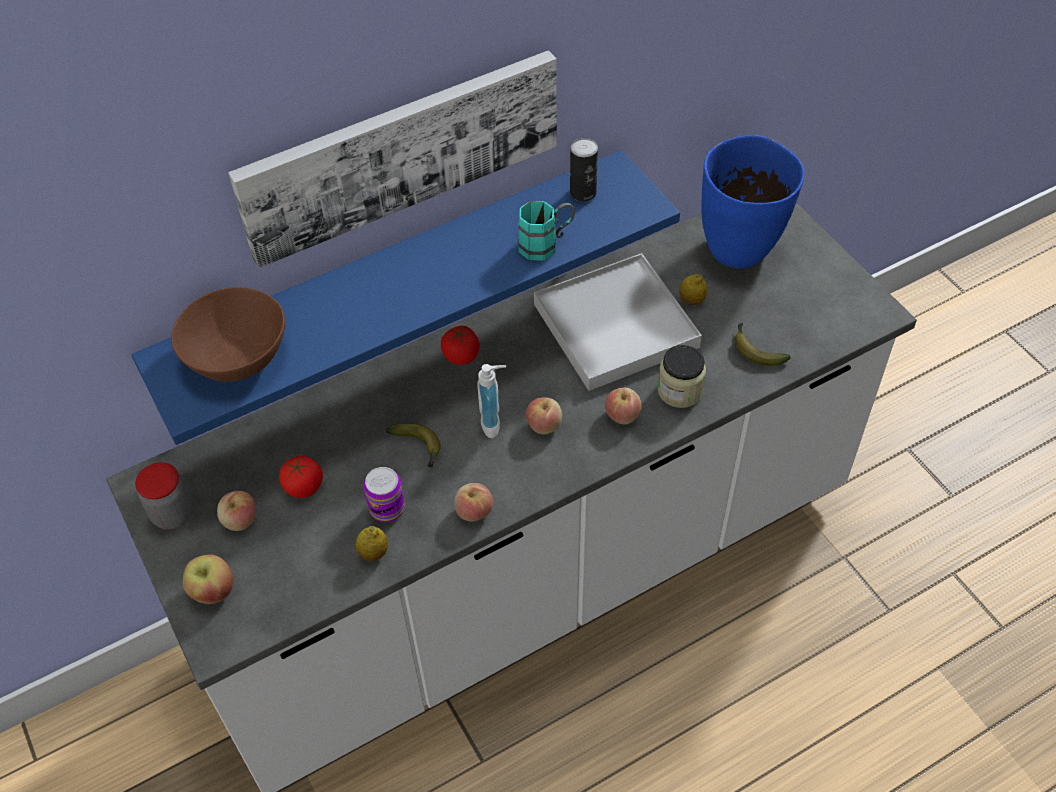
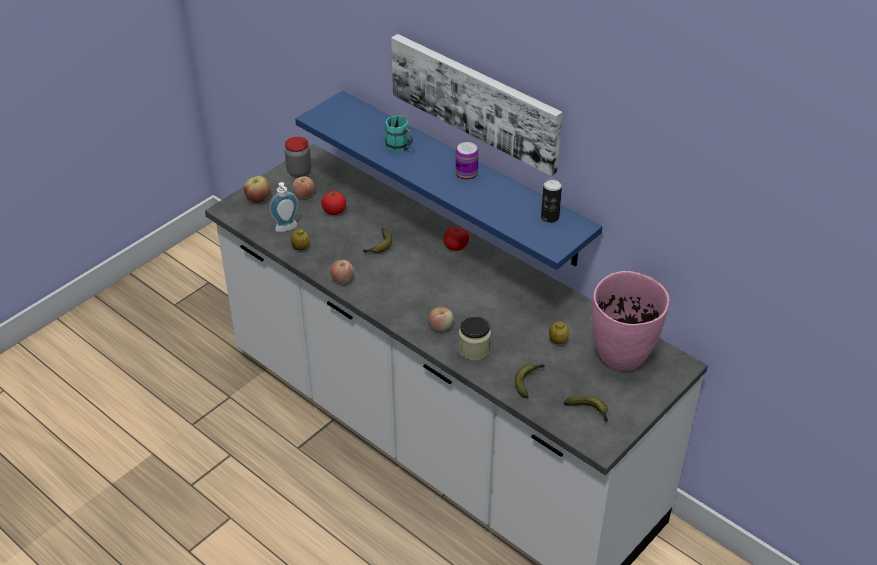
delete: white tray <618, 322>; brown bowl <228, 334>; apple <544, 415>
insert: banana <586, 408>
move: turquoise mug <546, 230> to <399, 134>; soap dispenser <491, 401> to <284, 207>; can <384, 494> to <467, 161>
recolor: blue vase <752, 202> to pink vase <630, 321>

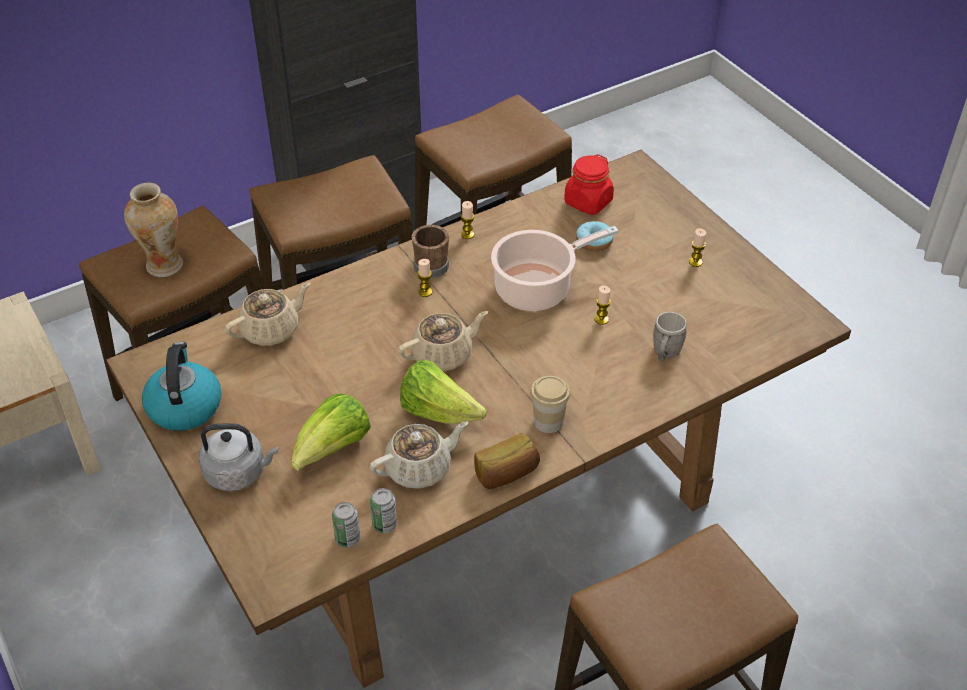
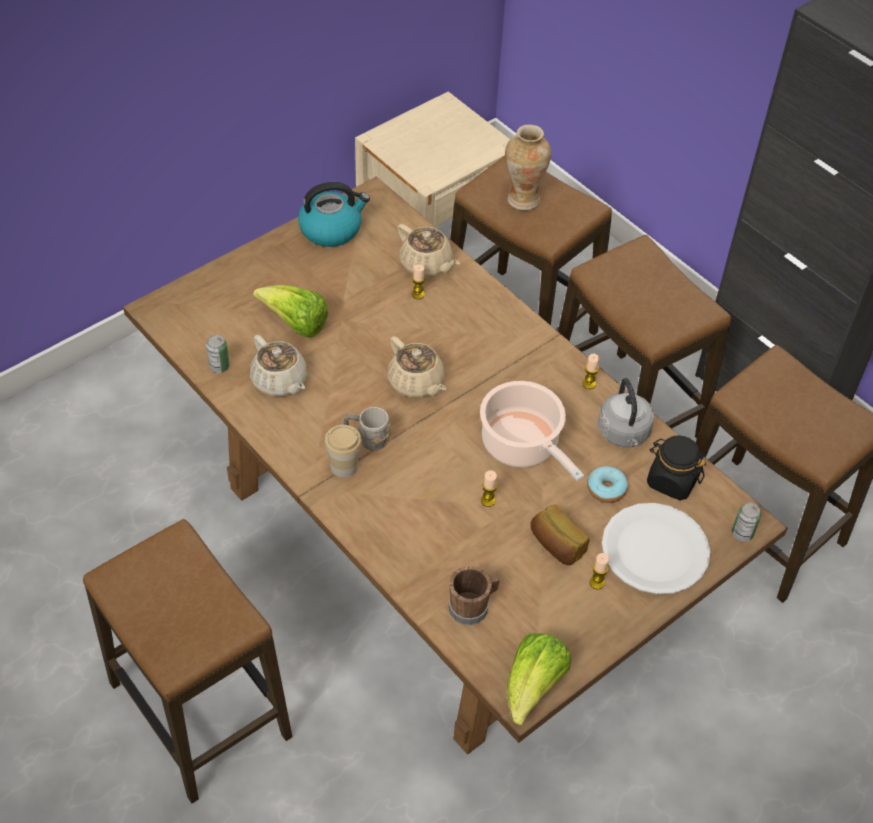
insert: white plate <656, 548>
move: brown mug <430, 251> to <474, 595>; candle <424, 278> to <418, 281>; grey mug <670, 336> to <367, 429>; lettuce <443, 392> to <539, 679>; grey kettle <239, 457> to <626, 412>; bread <507, 461> to <560, 535>; can <346, 524> to <746, 522>
recolor: red jar <589, 184> to black jar <676, 467>

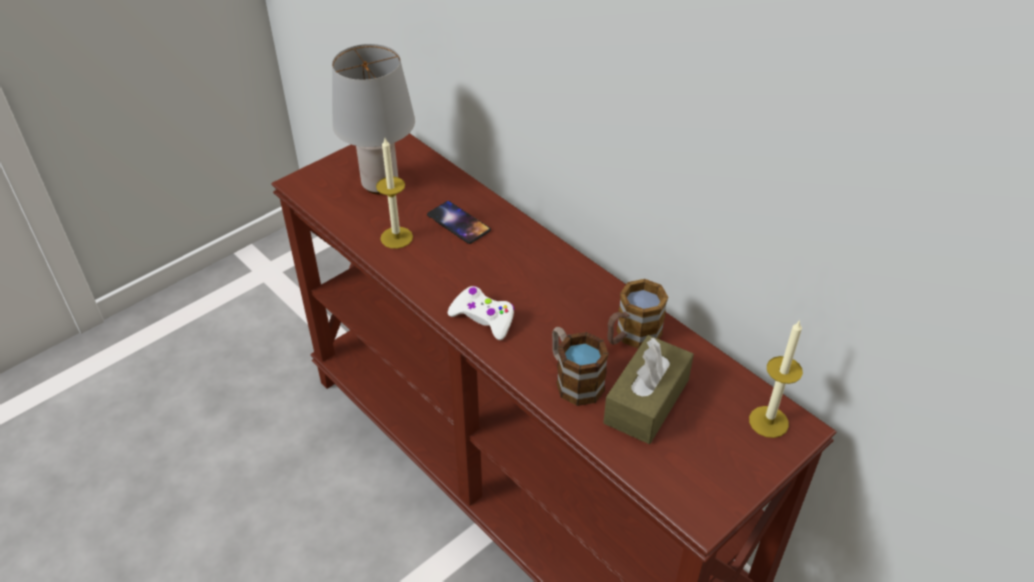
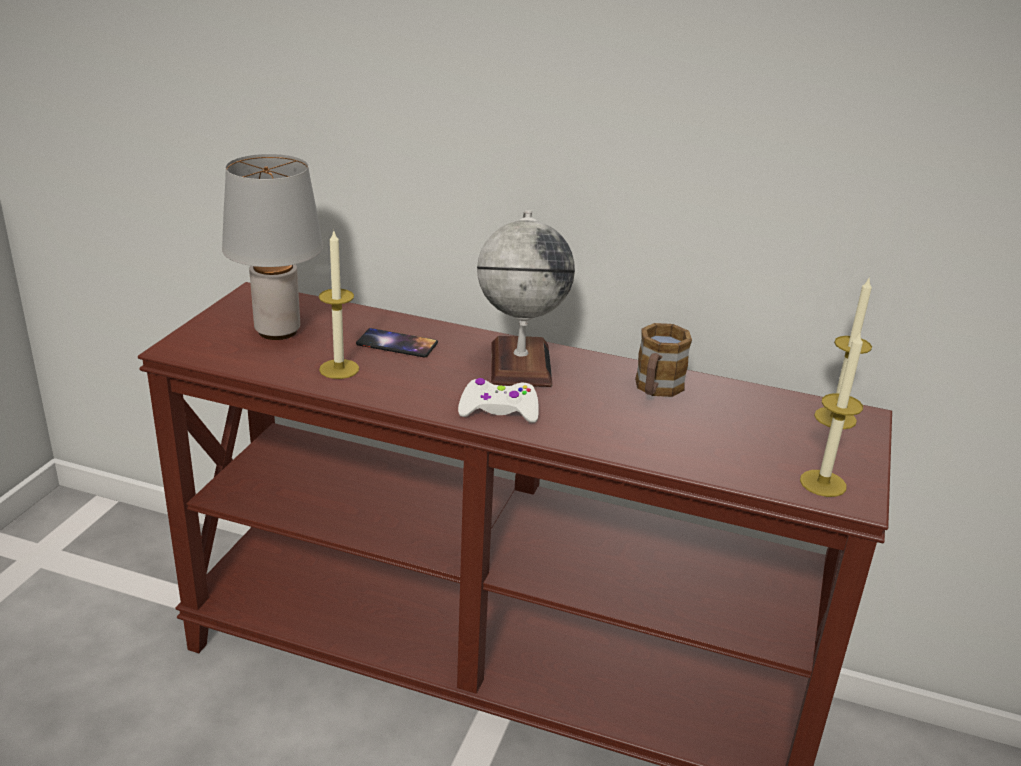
delete: mug <580, 366>; brown tissue box <648, 389>
insert: globe <526, 298>; candle <831, 414>

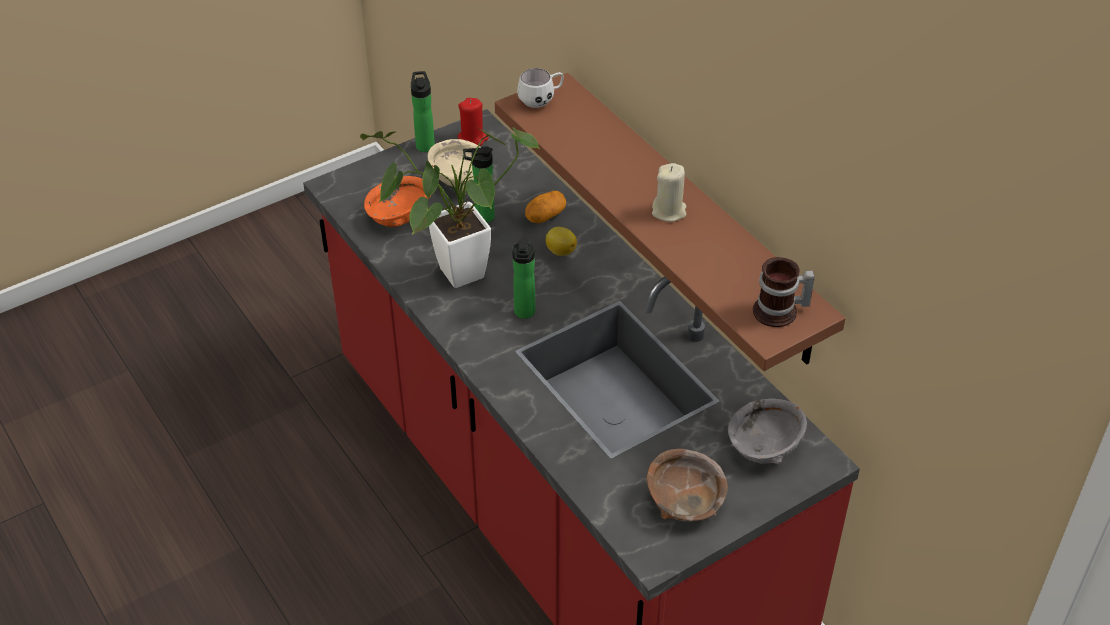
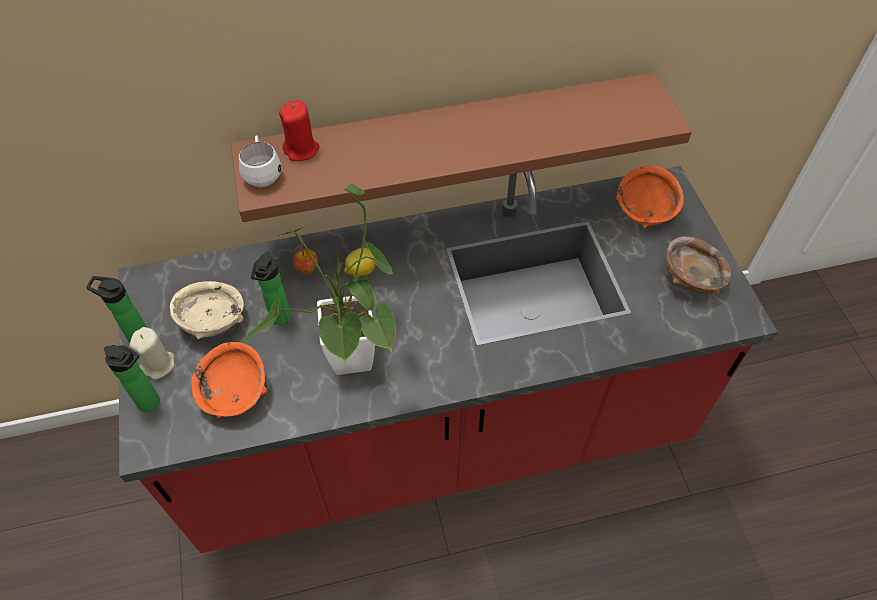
delete: mug <784, 292>
move: red candle <473, 122> to <299, 130>; beige candle <669, 192> to <152, 353>; bottle <523, 277> to <132, 378>
replace: potato <545, 207> to apple <305, 261>
recolor: grey bowl <767, 431> to orange bowl <650, 197>

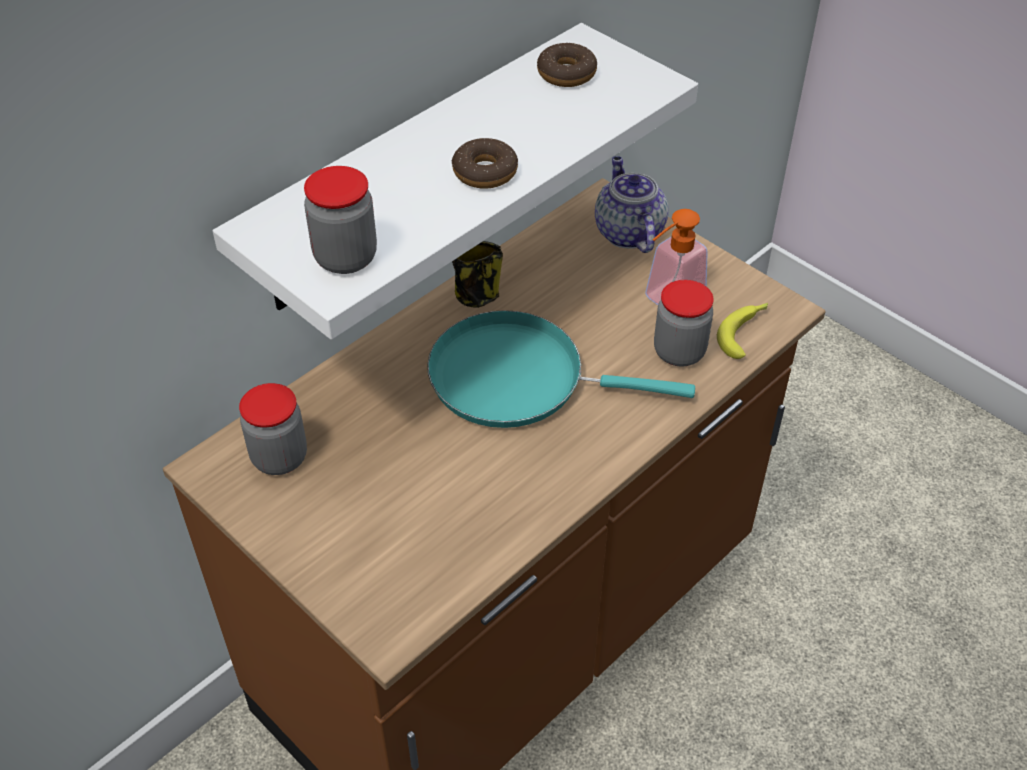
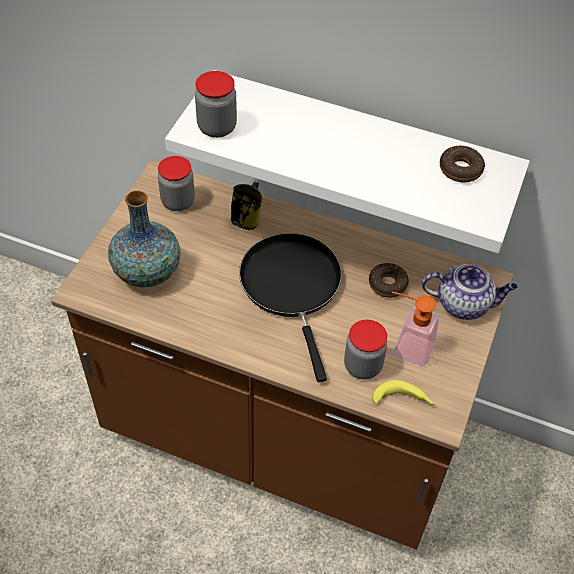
insert: vase <144, 238>
move: donut <485, 163> to <389, 280>; mug <477, 274> to <246, 205>
recolor: turquoise frying pan <561, 369> to black frying pan <290, 307>
rotate: teapot <632, 204> = <470, 292> 45 degrees clockwise

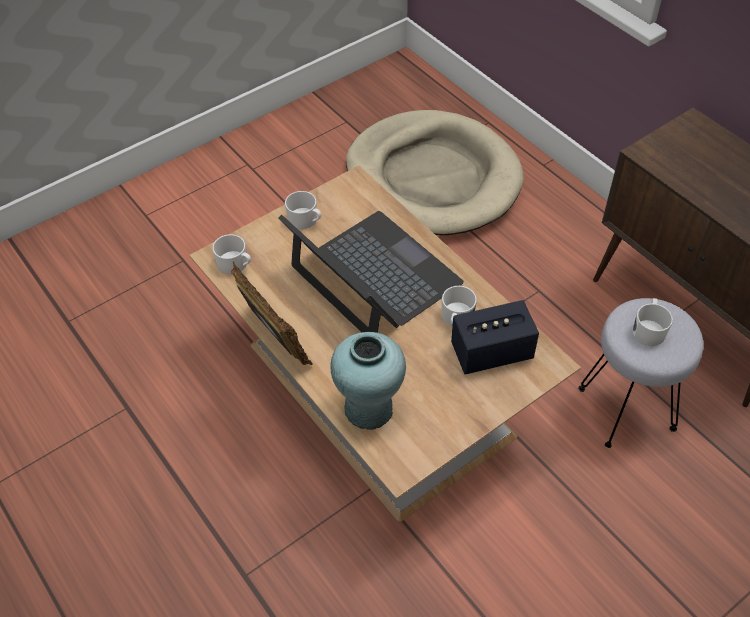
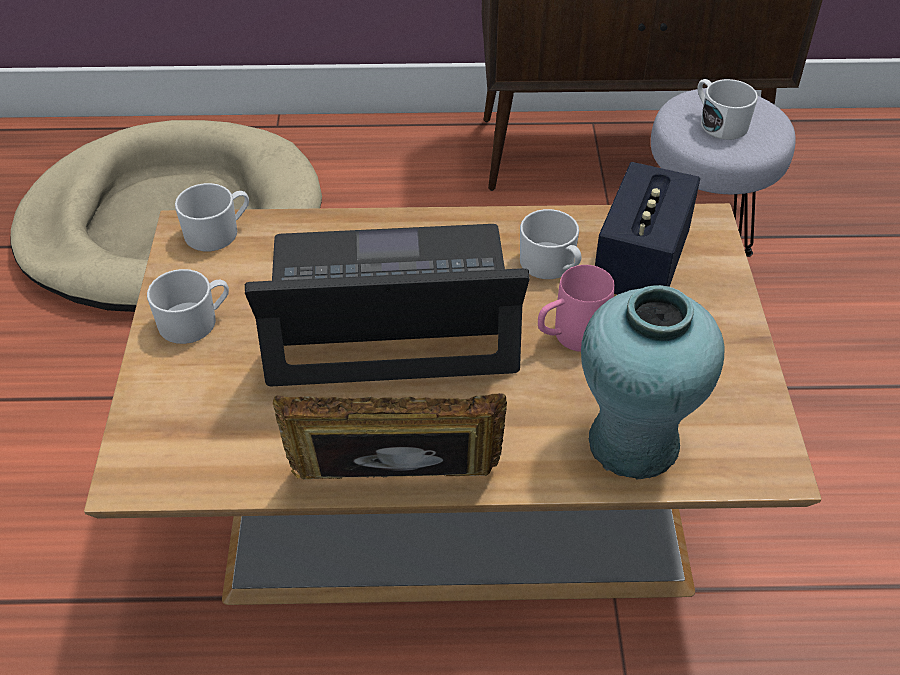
insert: pink mug <576, 308>
move: white mug <231, 254> to <212, 217>

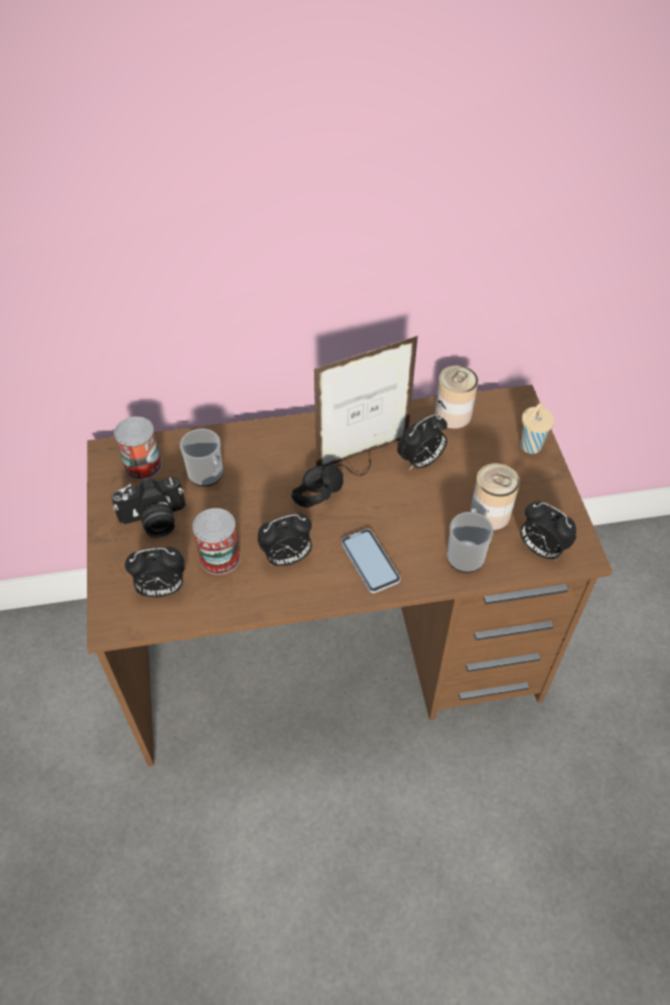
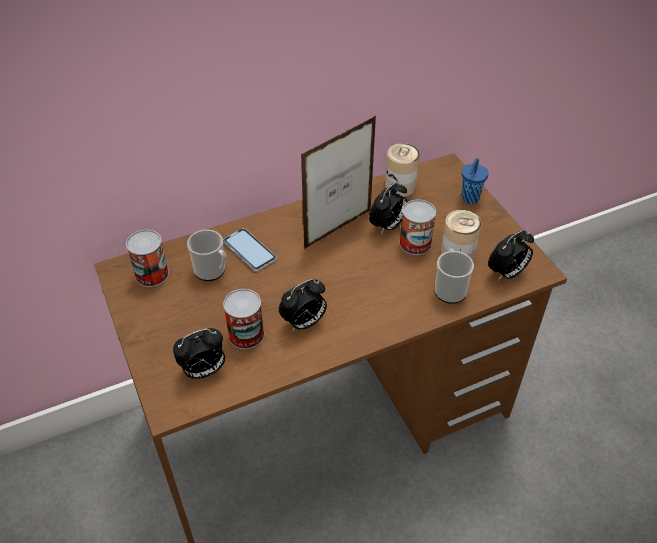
delete: black headphones <331, 483>; photo camera <148, 507>
insert: can <417, 227>
move: phone <371, 561> to <250, 249>
recolor: beige cup <537, 428> to blue cup <475, 181>
rotate: alarm clock <548, 531> = <511, 255> 60 degrees counterclockwise

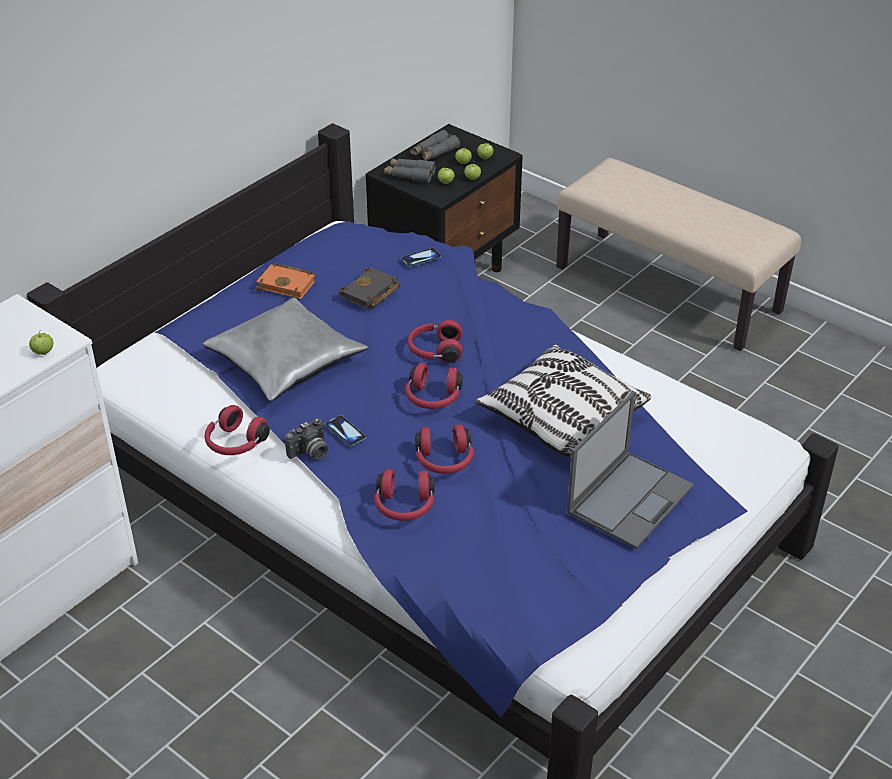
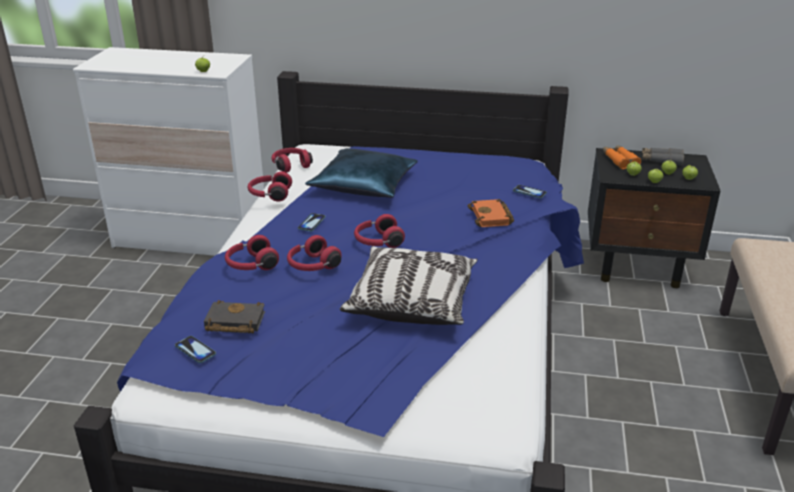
delete: laptop <630, 470>; photo camera <306, 438>
insert: phone <195, 349>
move: orange book <285, 281> to <490, 213>; black book <370, 288> to <234, 317>; red headphones <435, 341> to <292, 160>
recolor: grey binoculars <410, 170> to orange binoculars <622, 157>; grey pillow <285, 349> to blue pillow <361, 173>

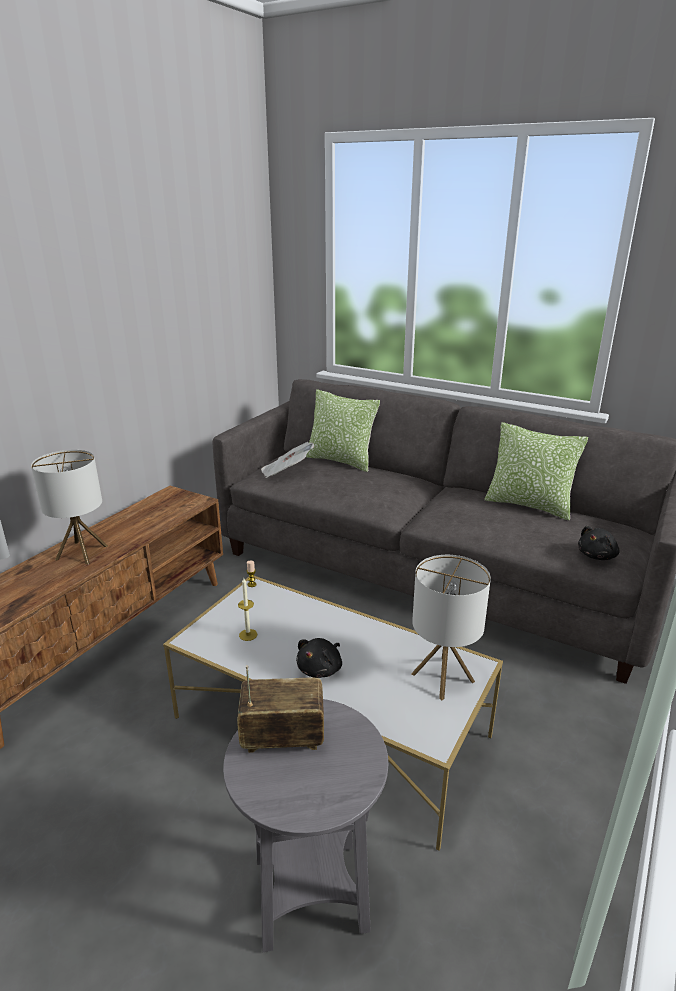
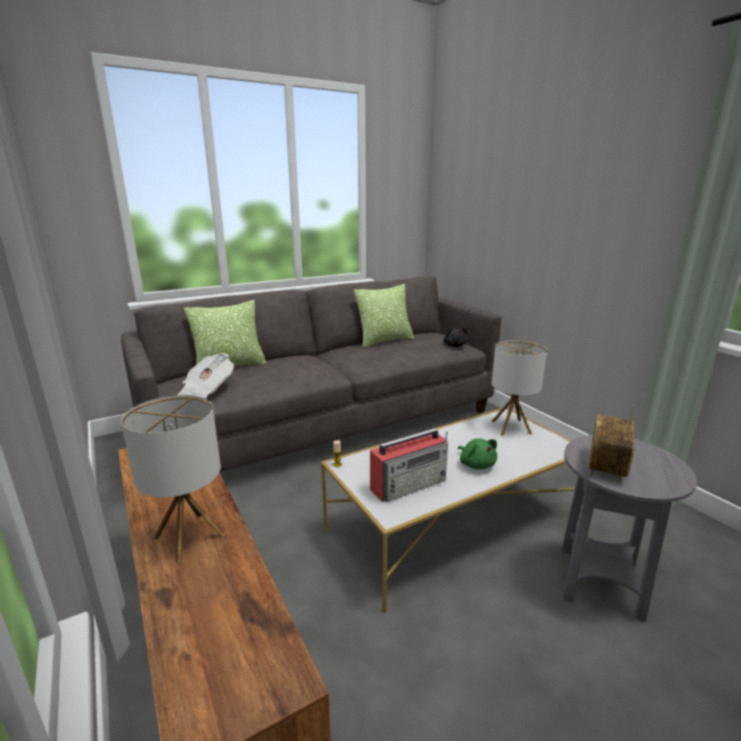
replace: candle <247, 609> to radio <409, 465>
recolor: black plush toy <319, 658> to green plush toy <477, 453>

